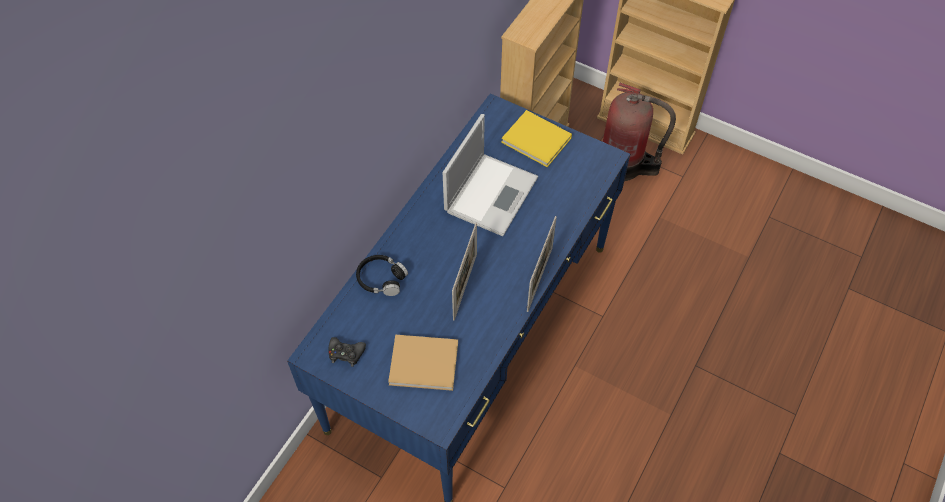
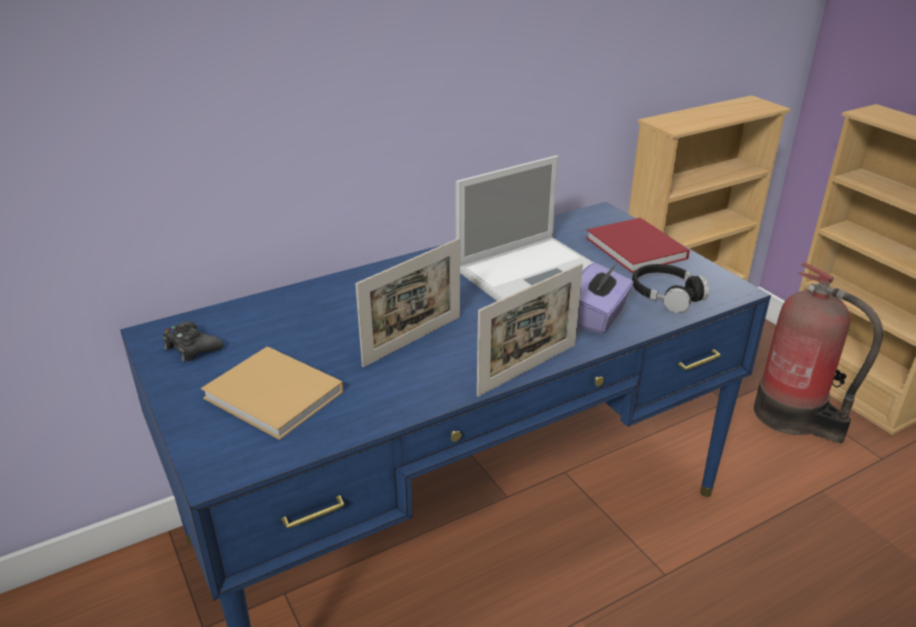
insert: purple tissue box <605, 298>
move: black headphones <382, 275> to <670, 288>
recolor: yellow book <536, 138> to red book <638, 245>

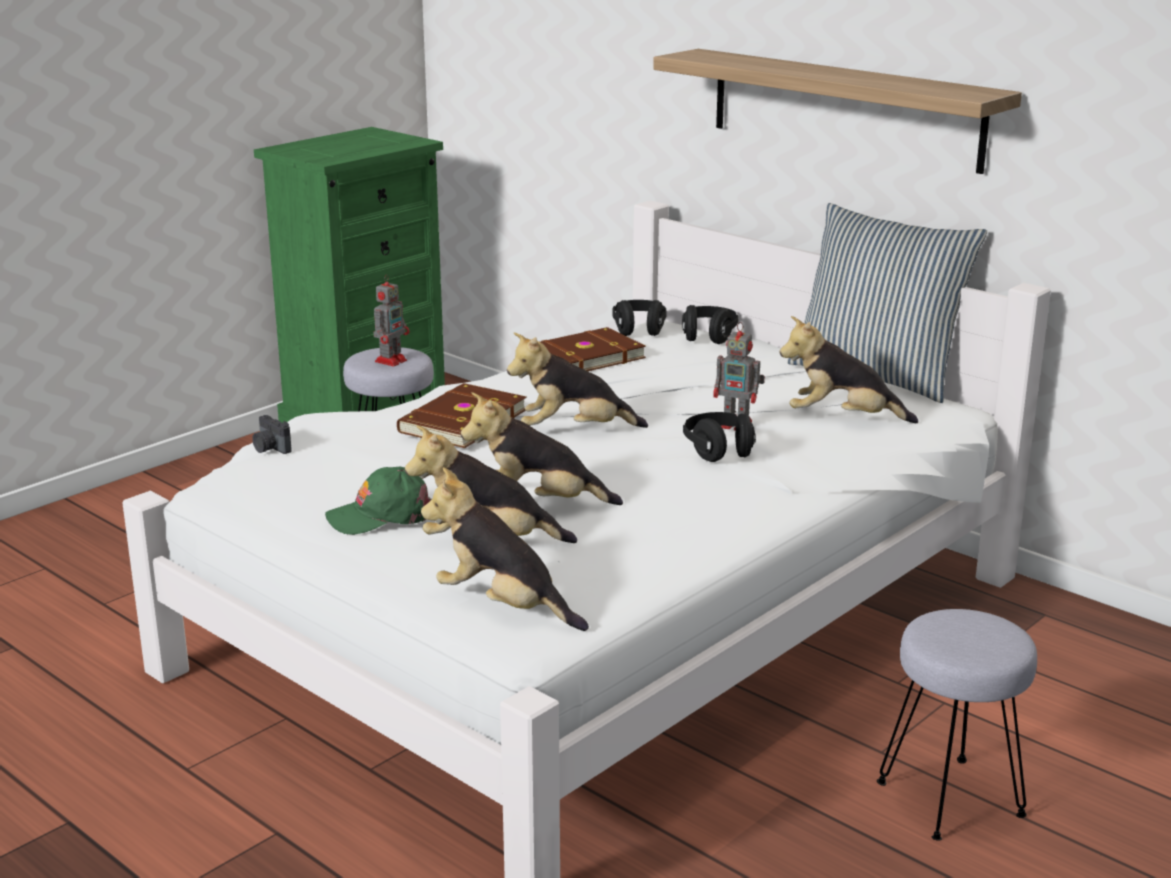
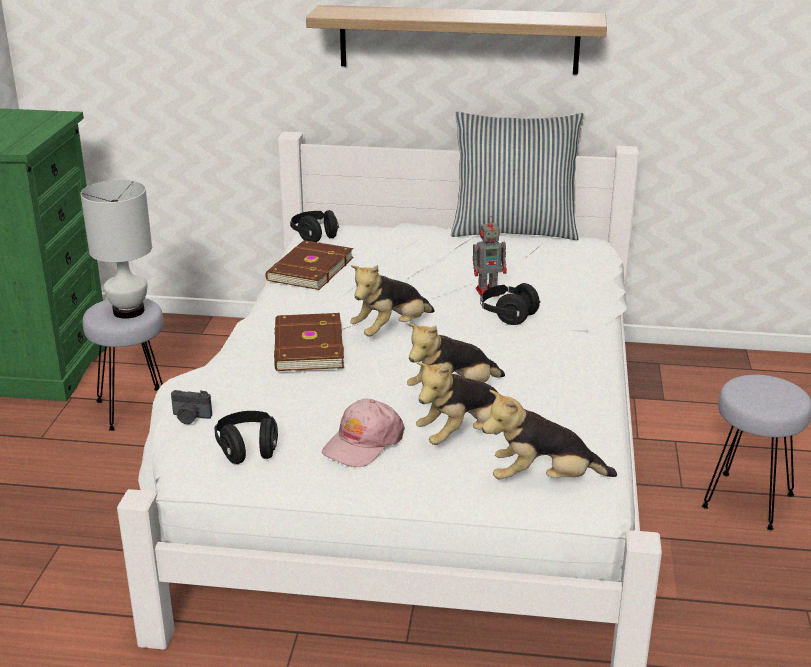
delete: plush toy <849, 370>
move: black headphones <710, 324> to <246, 437>
replace: toy robot <391, 320> to white table lamp <116, 249>
recolor: green cap <378, 501> to pink cap <363, 433>

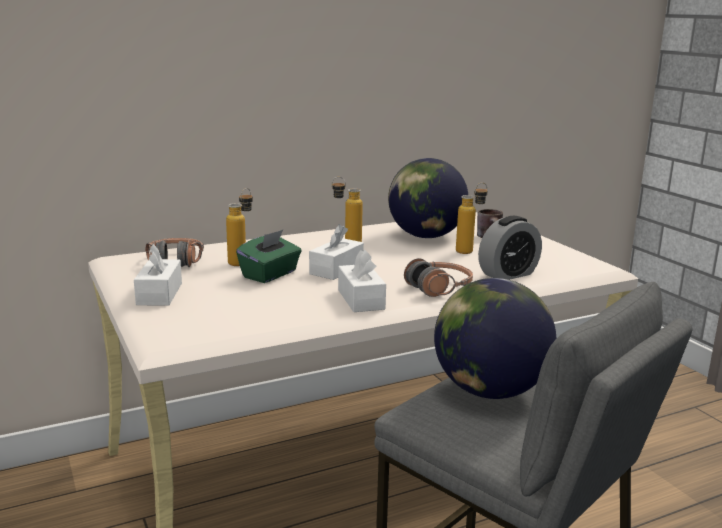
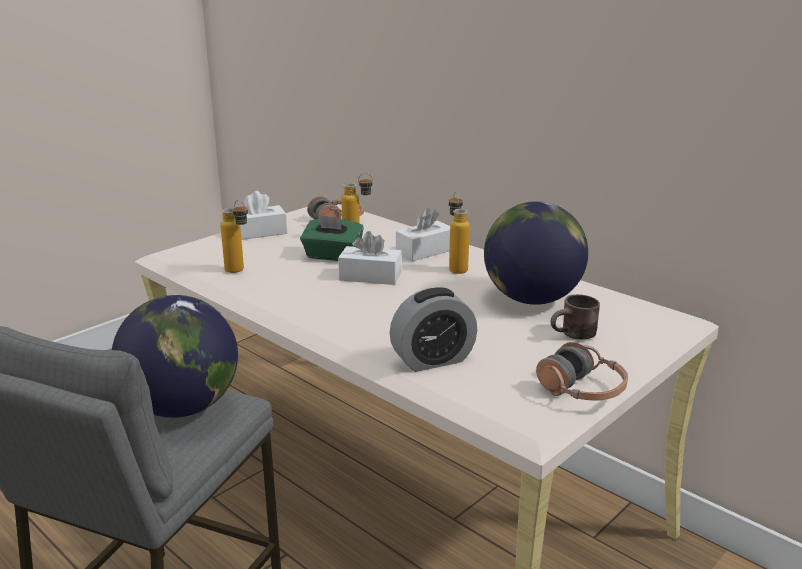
move: bottle <471, 218> to <234, 236>; white tissue box <362, 280> to <423, 234>; headphones <438, 277> to <582, 371>
rotate: alarm clock <510, 248> = <433, 329> 60 degrees counterclockwise

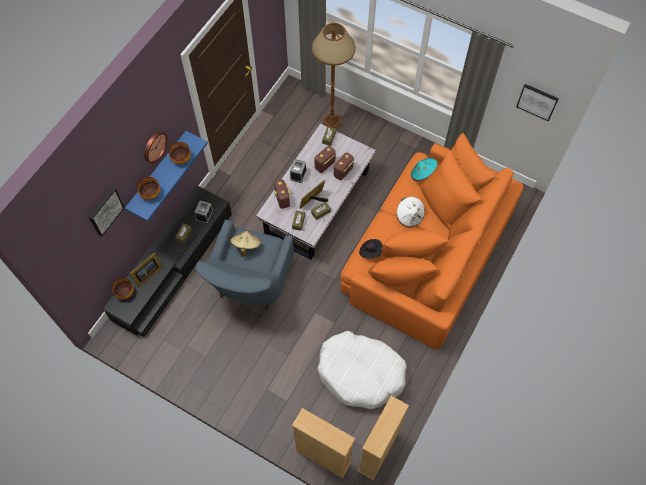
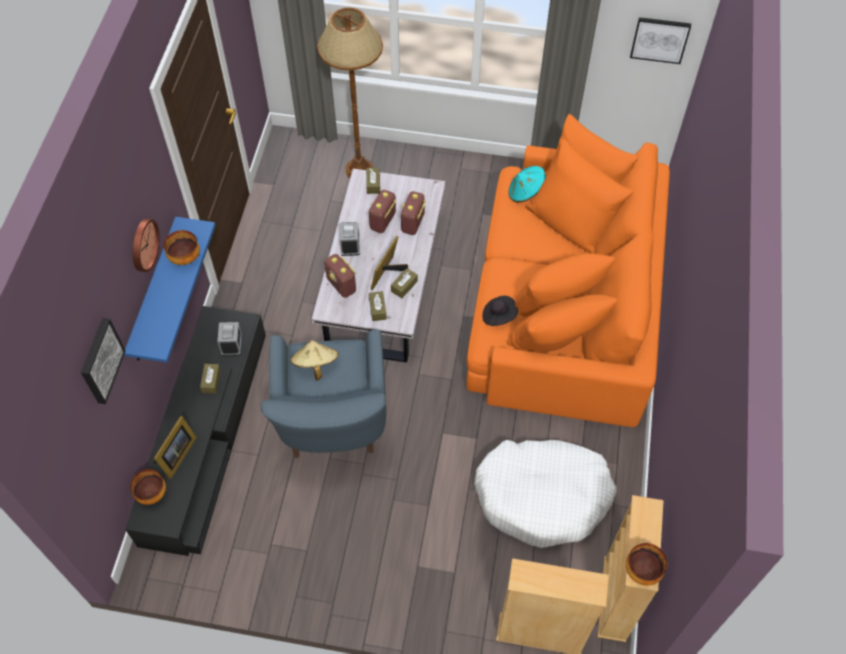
delete: white hat <411, 212>
move: bowl <148, 188> to <646, 564>

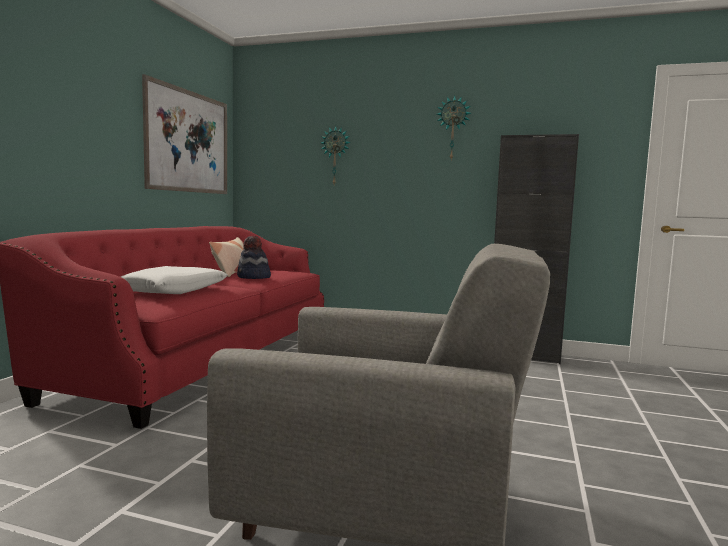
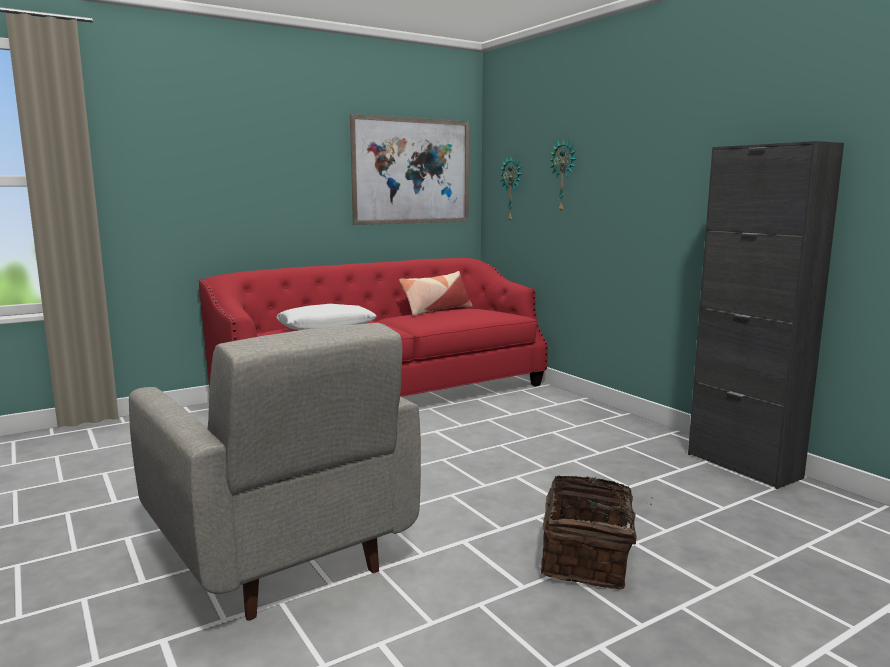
delete: hat <254, 257>
insert: basket <597, 532>
move: wall clock <454, 128> to <511, 188>

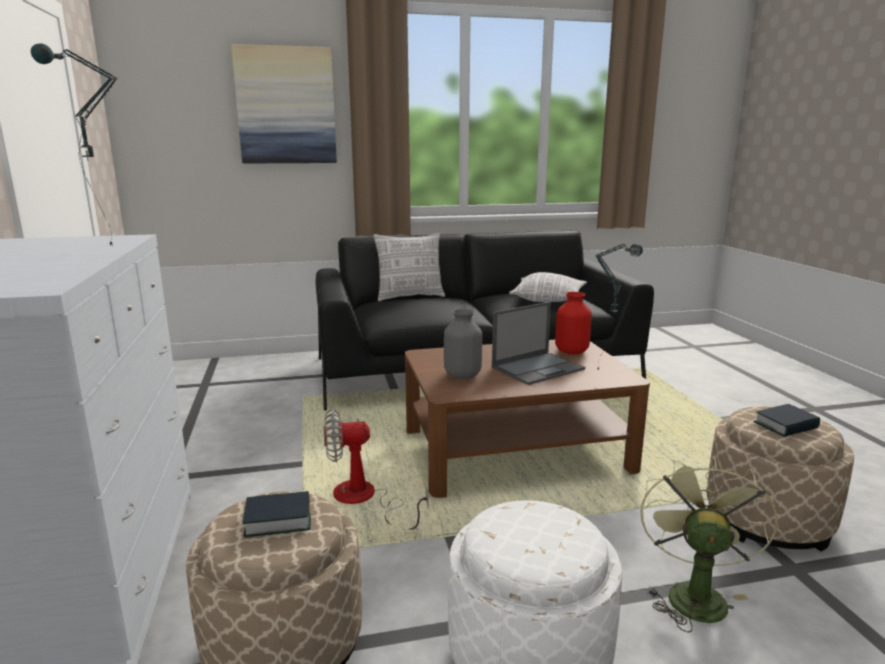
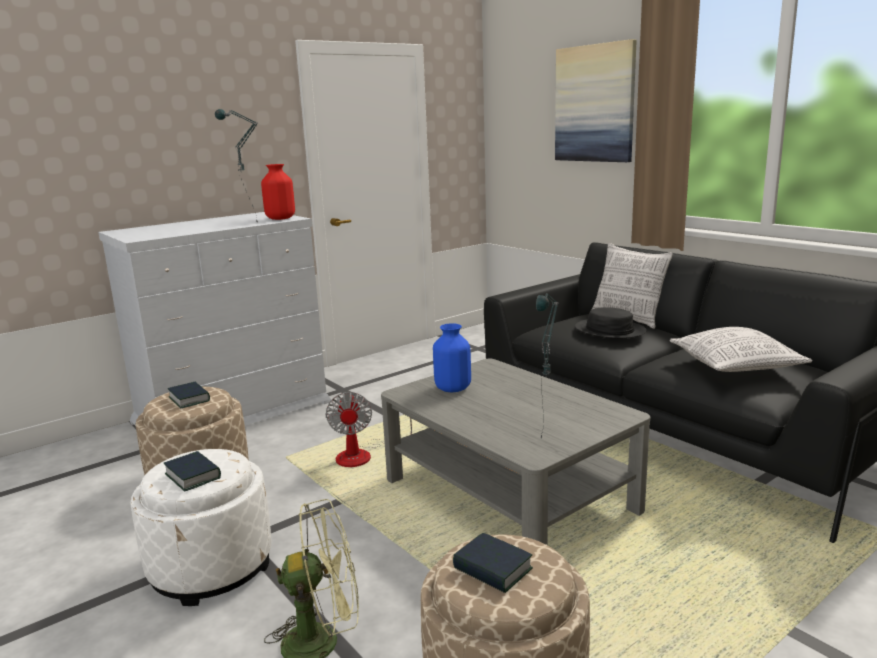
delete: laptop <538, 343>
insert: black hat <611, 323>; book <192, 471>
move: red vase <573, 323> to <278, 192>
recolor: grey vase <463, 344> to blue vase <452, 357>; brown coffee table <527, 419> to grey coffee table <515, 452>
rotate: fan <376, 469> = <369, 429> 150 degrees counterclockwise

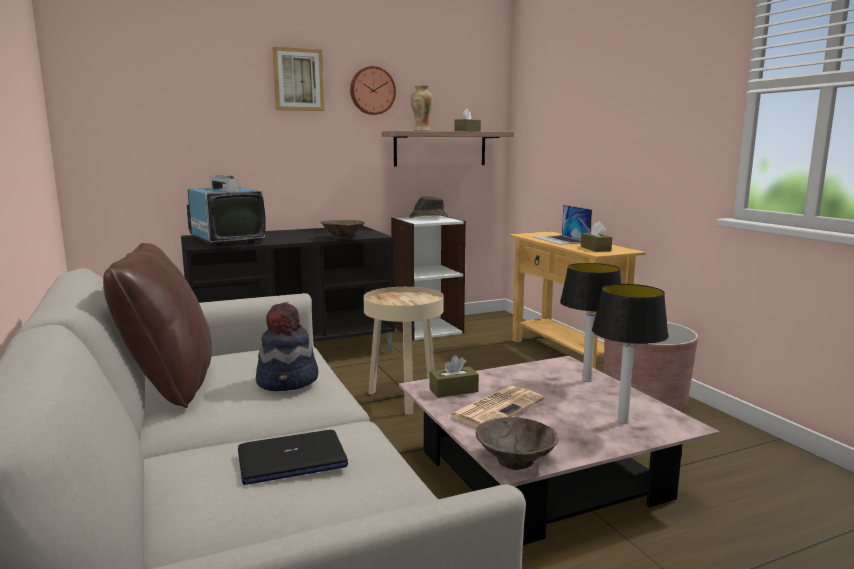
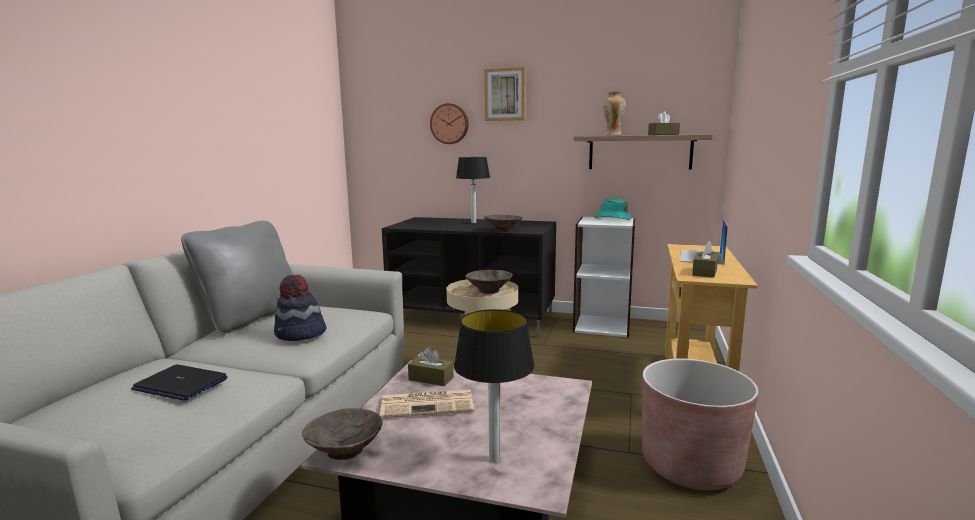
delete: television <226, 210>
insert: brown bowl <489, 282>
move: wall clock <373, 90> to <449, 123>; table lamp <590, 322> to <473, 190>
recolor: brown hat <428, 207> to turquoise hat <613, 209>; brown pillow <157, 325> to grey pillow <237, 278>

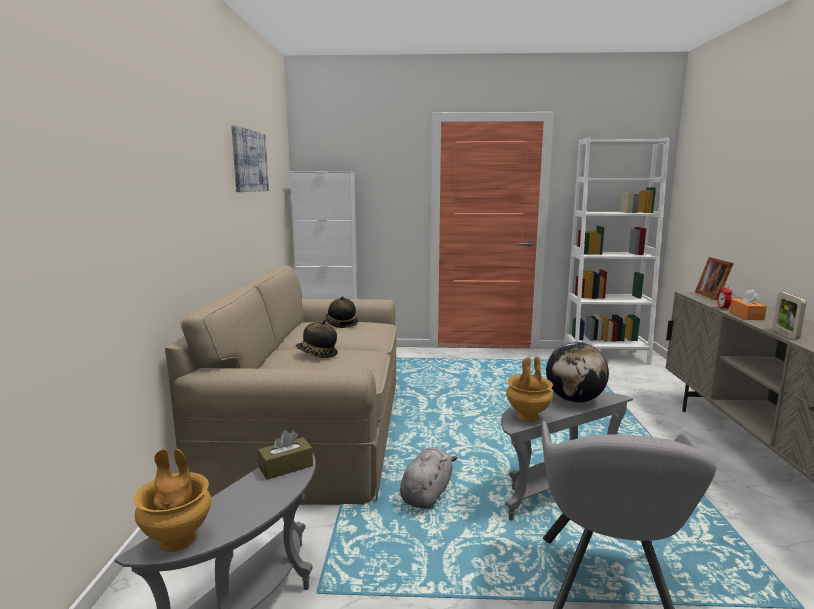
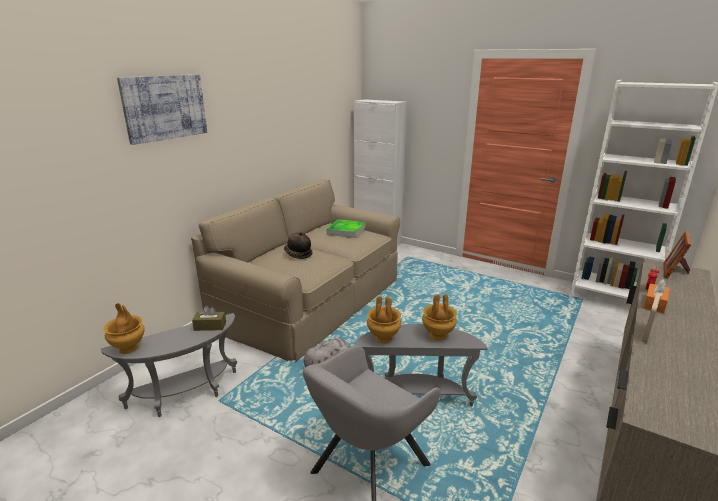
move: picture <250, 158> to <162, 110>
replace: hat <341, 312> to tray <346, 228>; globe <577, 372> to brown vase <439, 317>

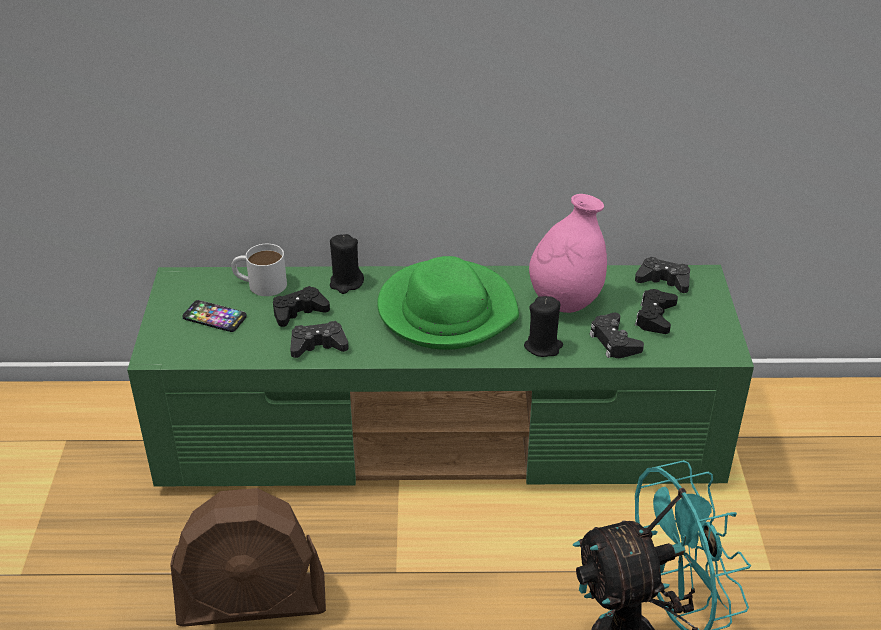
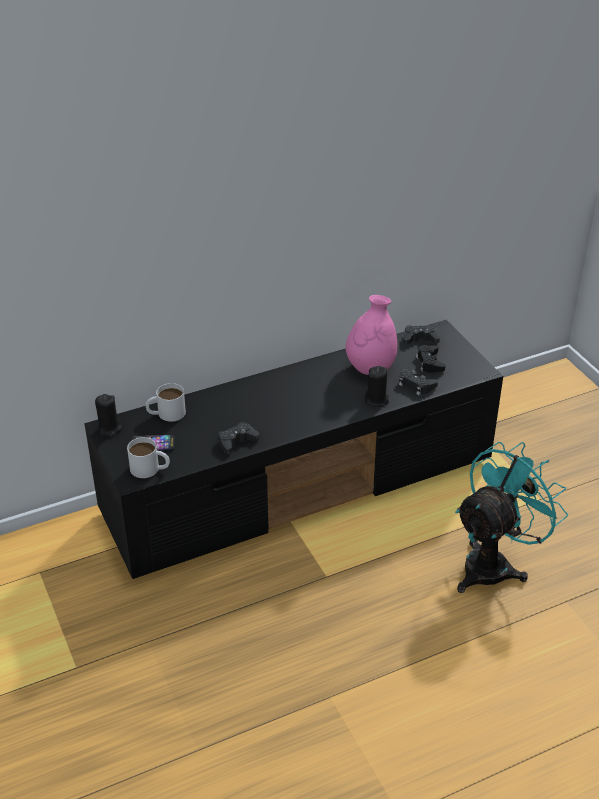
delete: green hat <448, 303>; black game controller <301, 306>; brown fan <248, 557>
insert: white mug <148, 457>
move: black candle <347, 264> to <108, 415>
recolor: green tv stand <440, 375> to black tv stand <293, 449>

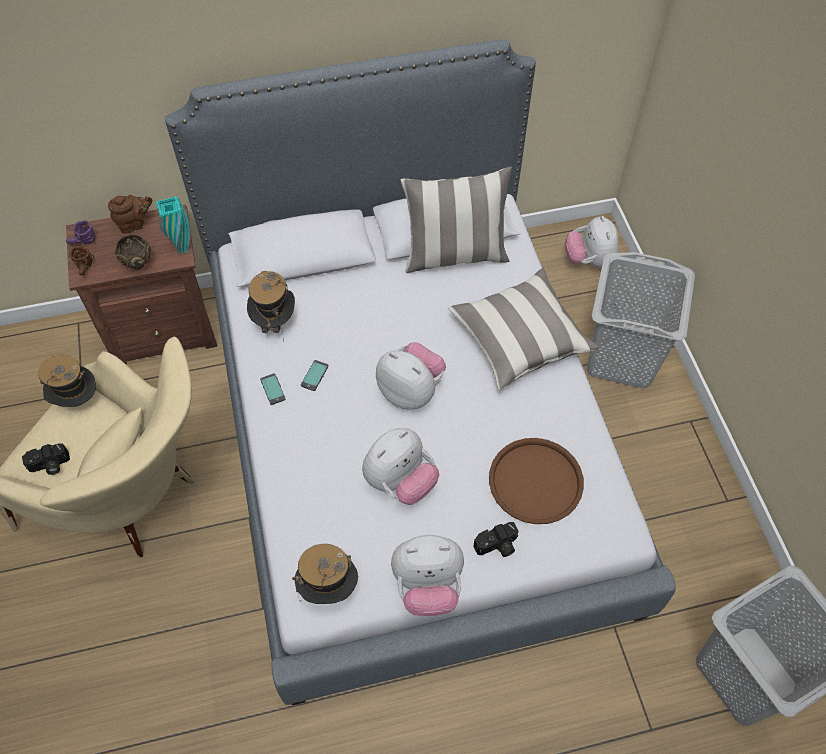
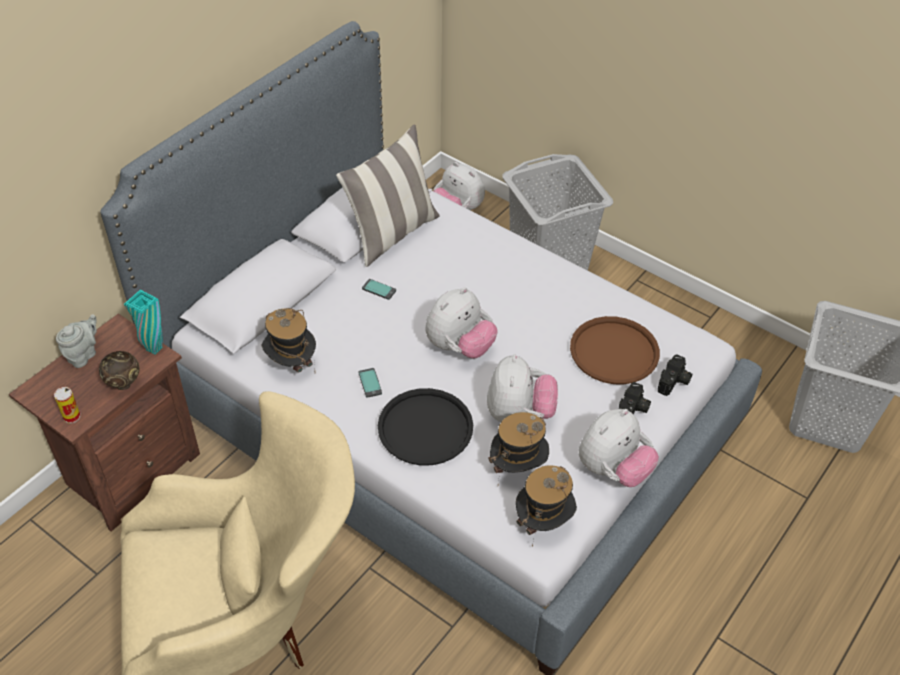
delete: purple mug <81, 232>; pillow <524, 329>
insert: black tray <425, 426>
move: hat <67, 381> to <518, 448>; phone <273, 389> to <379, 289>; photo camera <46, 459> to <675, 375>
replace: brown mug <81, 260> to can <67, 405>
recolor: brown teapot <130, 214> to grey teapot <76, 341>
rotate: plush toy <411, 376> = <461, 323> 135 degrees clockwise

